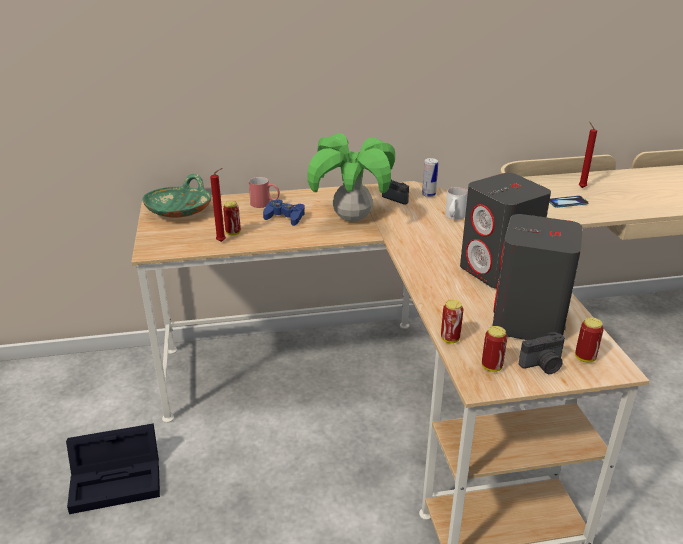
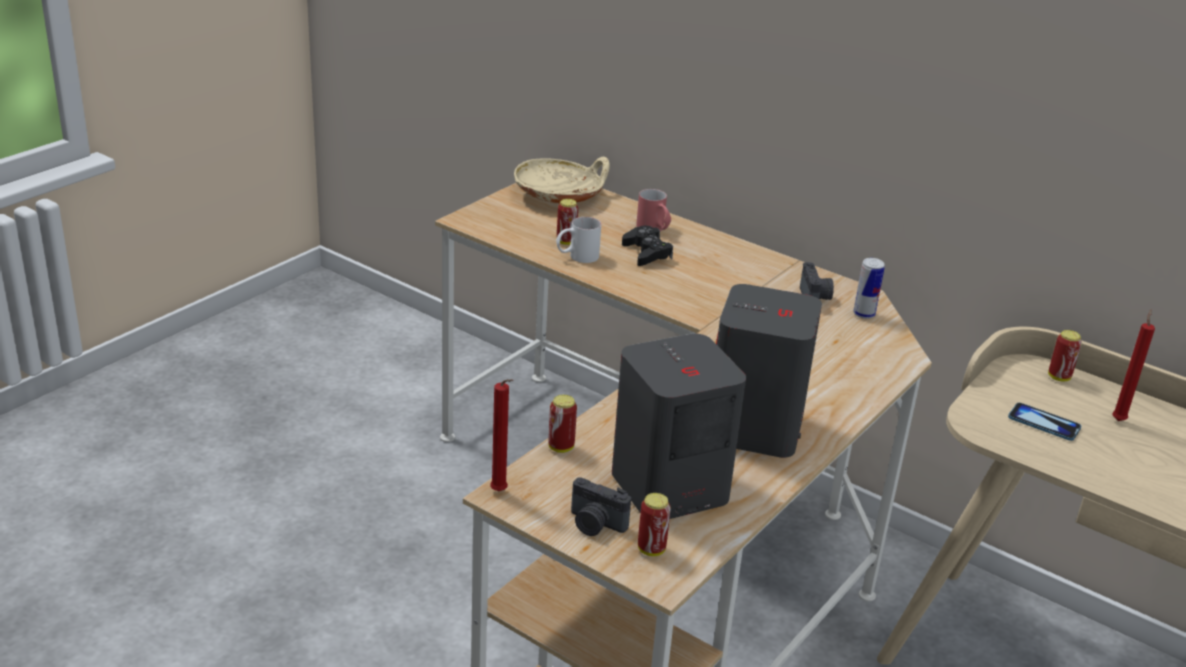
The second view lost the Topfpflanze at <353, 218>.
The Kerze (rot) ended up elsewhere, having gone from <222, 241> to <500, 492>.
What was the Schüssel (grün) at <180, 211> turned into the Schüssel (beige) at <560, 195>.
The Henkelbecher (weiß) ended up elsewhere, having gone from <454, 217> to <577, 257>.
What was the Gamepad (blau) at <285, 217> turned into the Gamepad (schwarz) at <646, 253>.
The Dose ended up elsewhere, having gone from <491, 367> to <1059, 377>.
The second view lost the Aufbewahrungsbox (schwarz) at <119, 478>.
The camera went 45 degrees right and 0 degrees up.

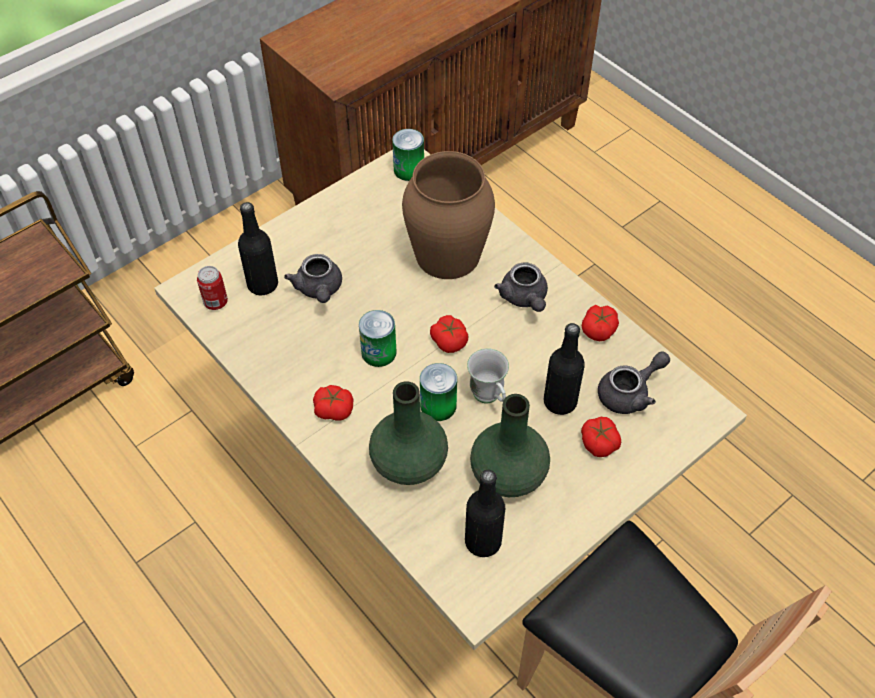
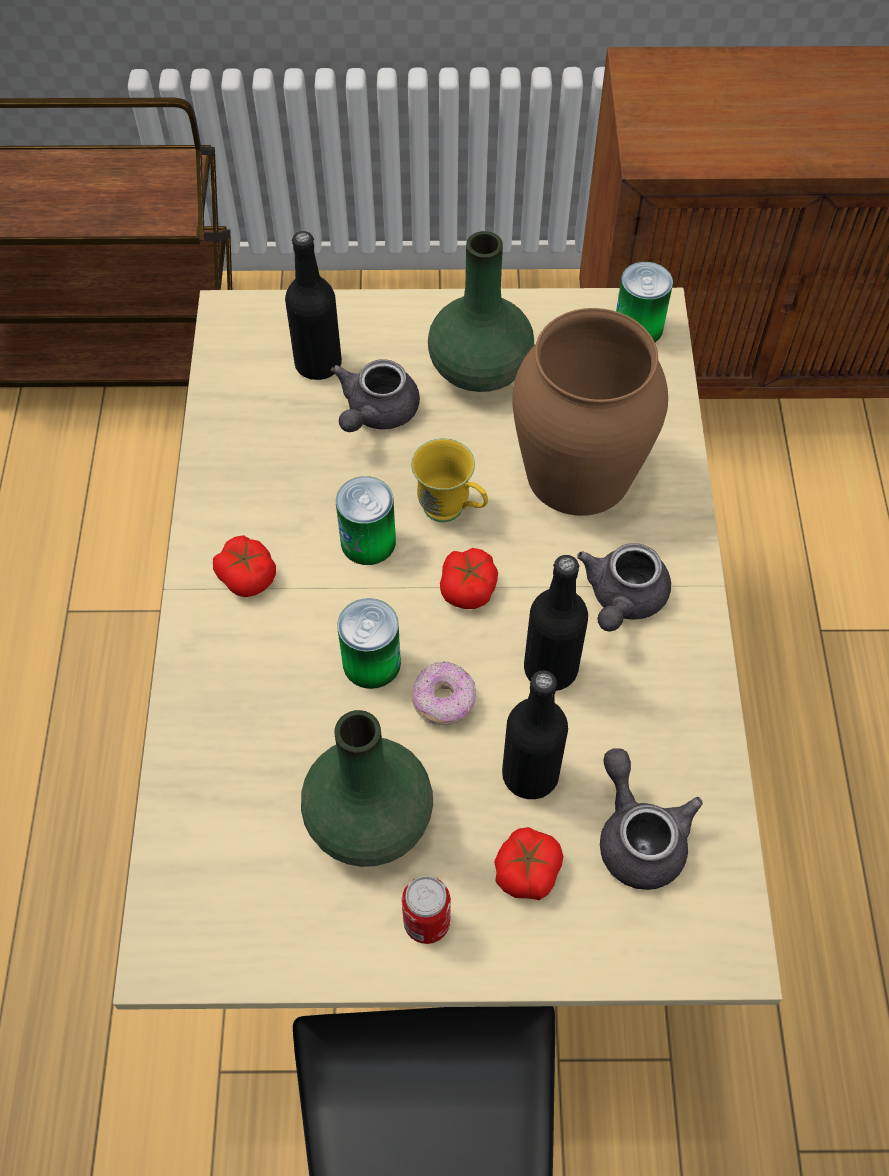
The Dose ended up elsewhere, having gone from <216, 302> to <426, 922>.
The second view lost the Tomate at <599, 329>.
Where the Henkelbecher (weiß) stood at <489, 398>, the Donut came to stand at <444, 701>.
The Teekanne (grau) at <630, 393> ended up facing another way, 120 degrees counterclockwise from before.
The Vase (grün) ended up elsewhere, having gone from <408, 462> to <478, 368>.
The Flasche (schwarz) ended up elsewhere, having gone from <483, 541> to <550, 668>.
The second view gained the Henkelbecher (gelb) at <452, 512>.
The camera went 40 degrees right and 5 degrees up.

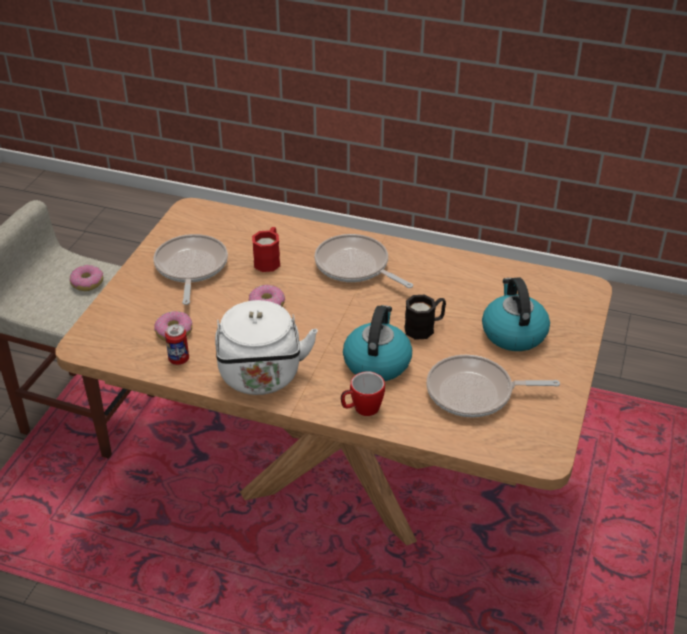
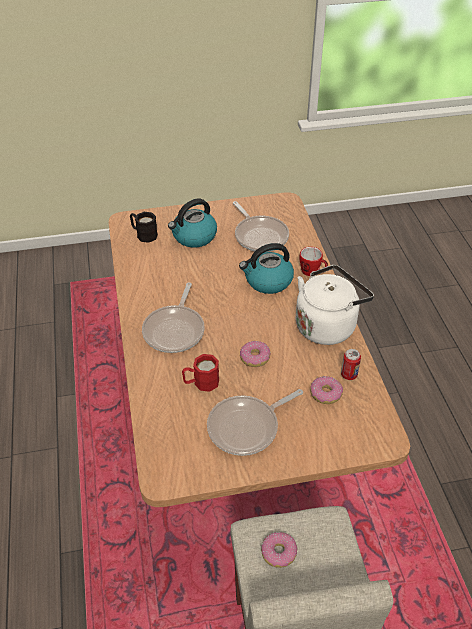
The Henkelbecher (schwarz) ended up elsewhere, having gone from <425, 327> to <143, 234>.
The camera went 120 degrees left and 5 degrees up.

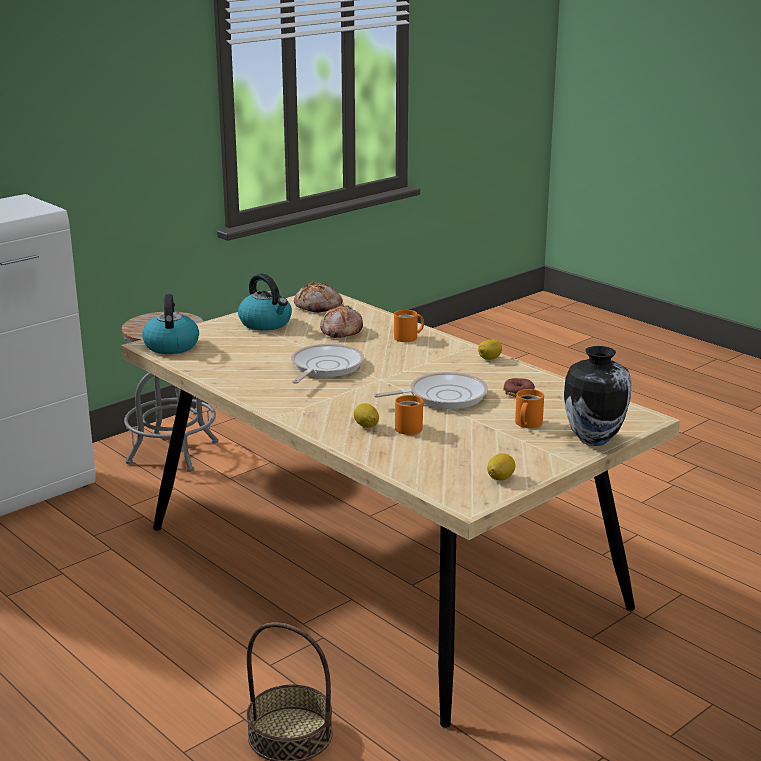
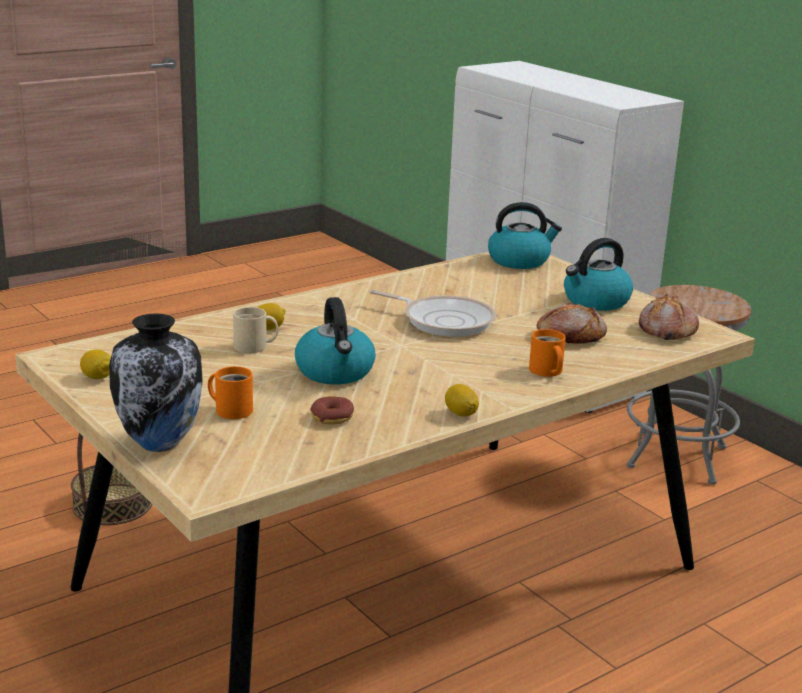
Where the Pfanne stood at <443, 396>, the Wasserkessel came to stand at <335, 372>.
What was the Henkelbecher (orange) at <408, 427> turned into the Henkelbecher (beige) at <253, 347>.
The camera went 95 degrees right and 0 degrees up.

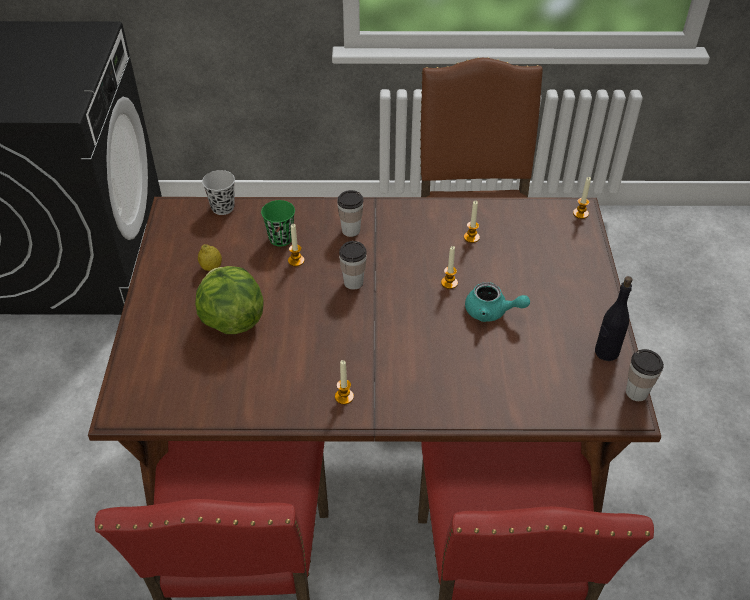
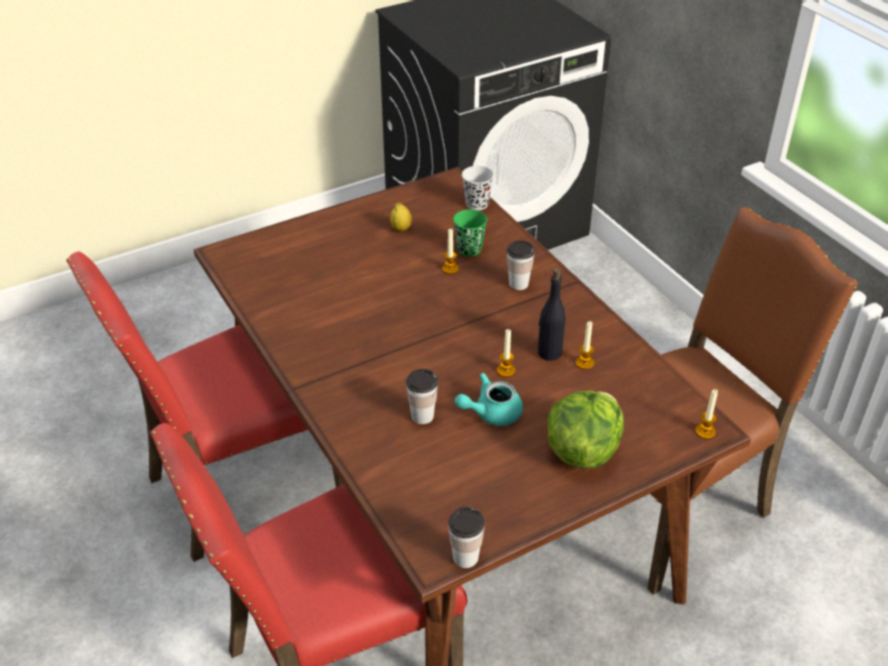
The Tasse ended up elsewhere, having gone from <353, 282> to <422, 416>.
The Salatkopf ended up elsewhere, having gone from <231, 320> to <582, 450>.
The Flasche (schwarz) ended up elsewhere, having gone from <606, 352> to <549, 352>.
The Teekanne (türkis) at <491, 312> ended up facing another way, 75 degrees clockwise from before.
The second view lost the Kerze at <344, 397>.
The camera went 60 degrees right and 5 degrees down.

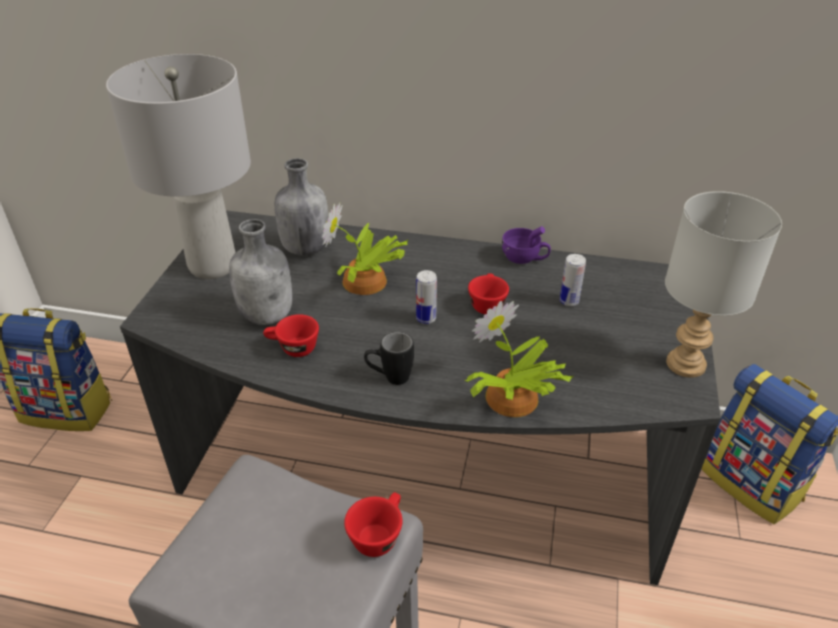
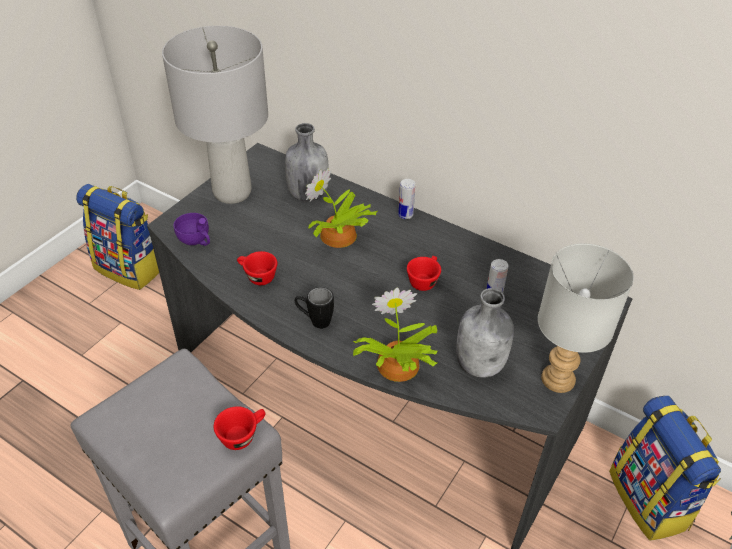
The Flasche (grau) ended up elsewhere, having gone from <268, 315> to <480, 364>.
The Tasse (lila) ended up elsewhere, having gone from <524, 258> to <196, 240>.
The Dose ended up elsewhere, having gone from <426, 318> to <405, 215>.
The camera went 20 degrees right and 5 degrees up.

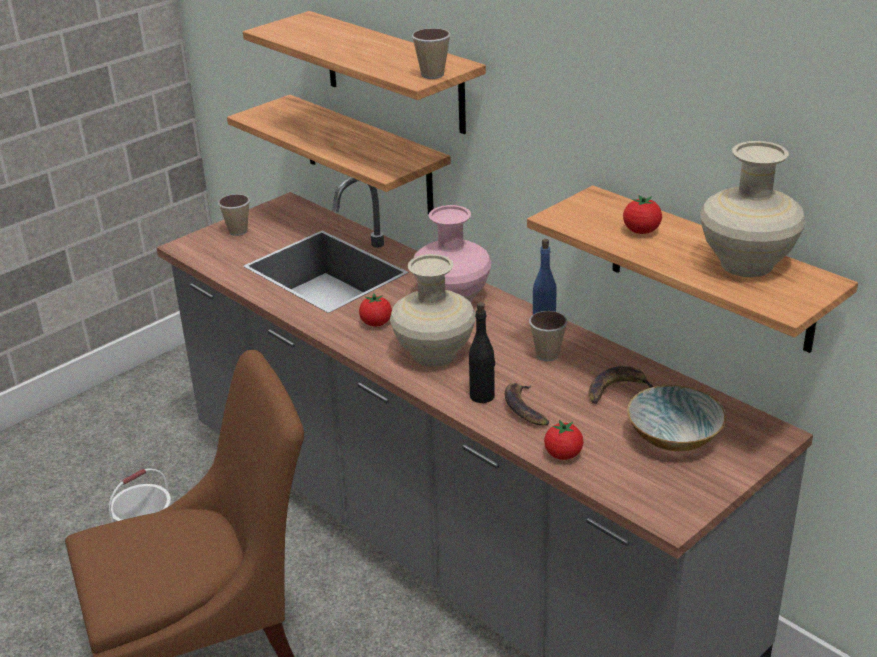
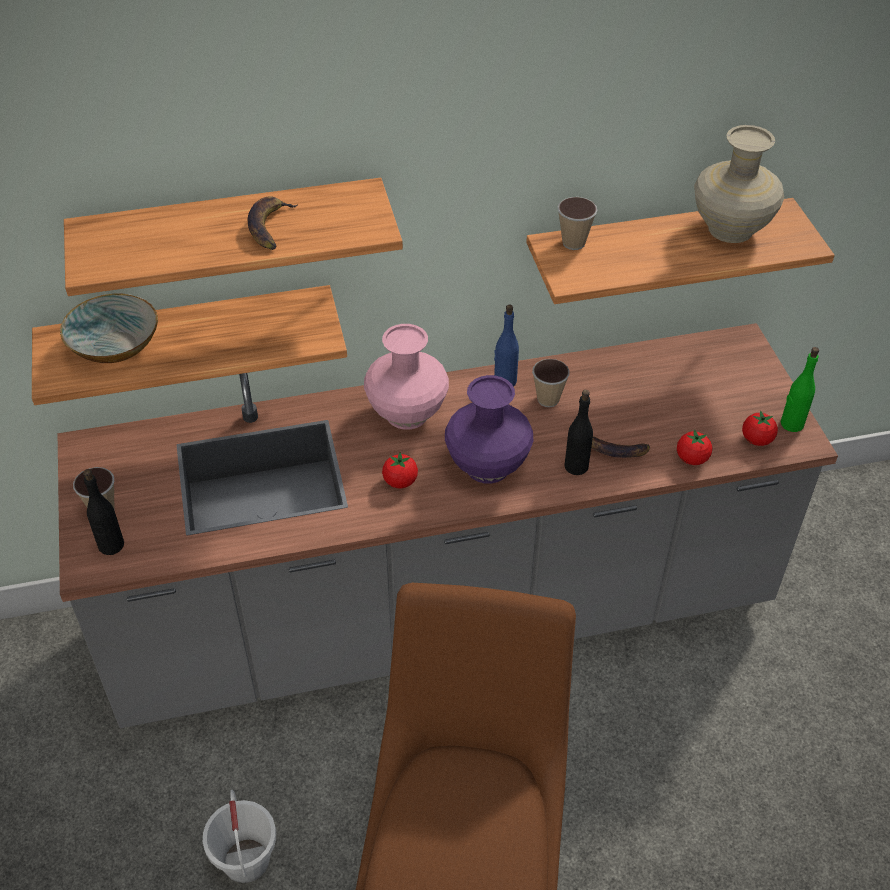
The Tasse ended up elsewhere, having gone from <432, 75> to <573, 243>.
The Tomate ended up elsewhere, having gone from <641, 231> to <756, 440>.
What was the Vase (beige) at <433, 354> turned into the Vase (lila) at <487, 467>.
The Banane ended up elsewhere, having gone from <617, 390> to <269, 227>.
The Schüssel ended up elsewhere, having gone from <675, 437> to <116, 346>.
The second view gained the Flasche (grün) at <791, 424>.
The second view gained the Flasche (schwarz) at <111, 545>.
The camera went 60 degrees left and 15 degrees up.

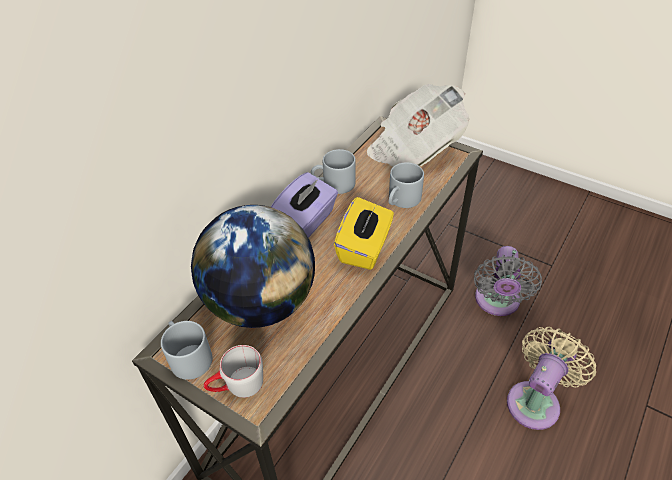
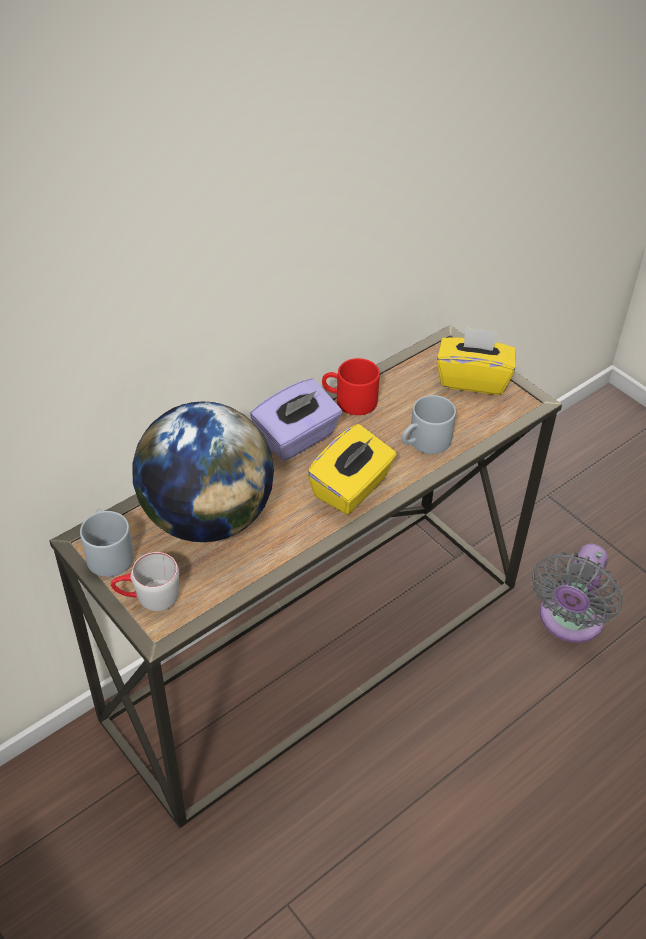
Where the Zeitung stood at <414, 148>, the Taschentuchbox (gelb) came to stand at <473, 379>.
What was the Henkelbecher (grau) at <333, 184> turned into the Henkelbecher (rot) at <349, 401>.
The second view lost the Ventilator (beige) at <535, 400>.
The camera went 15 degrees right and 0 degrees up.

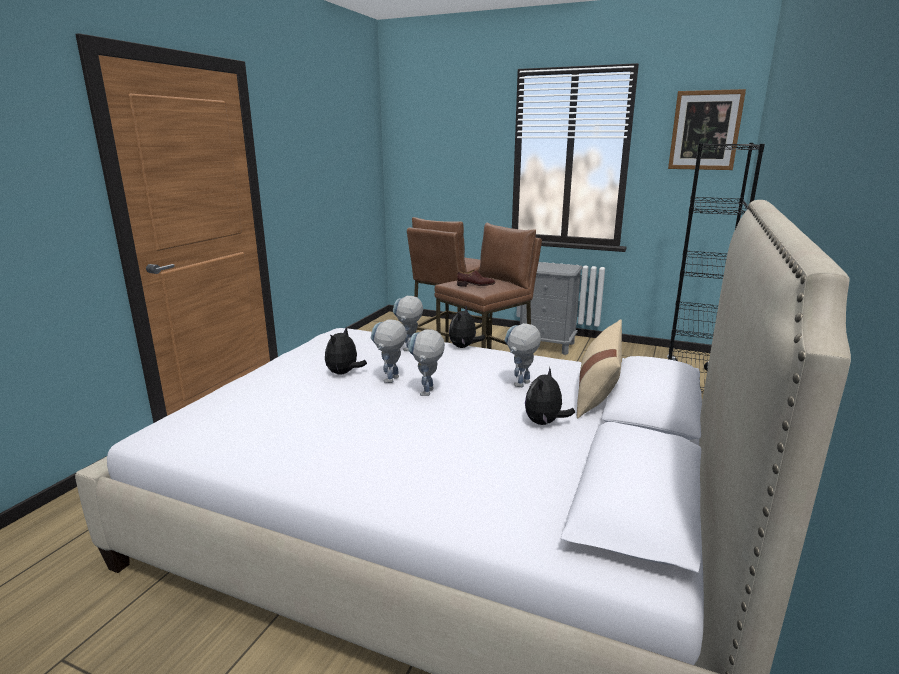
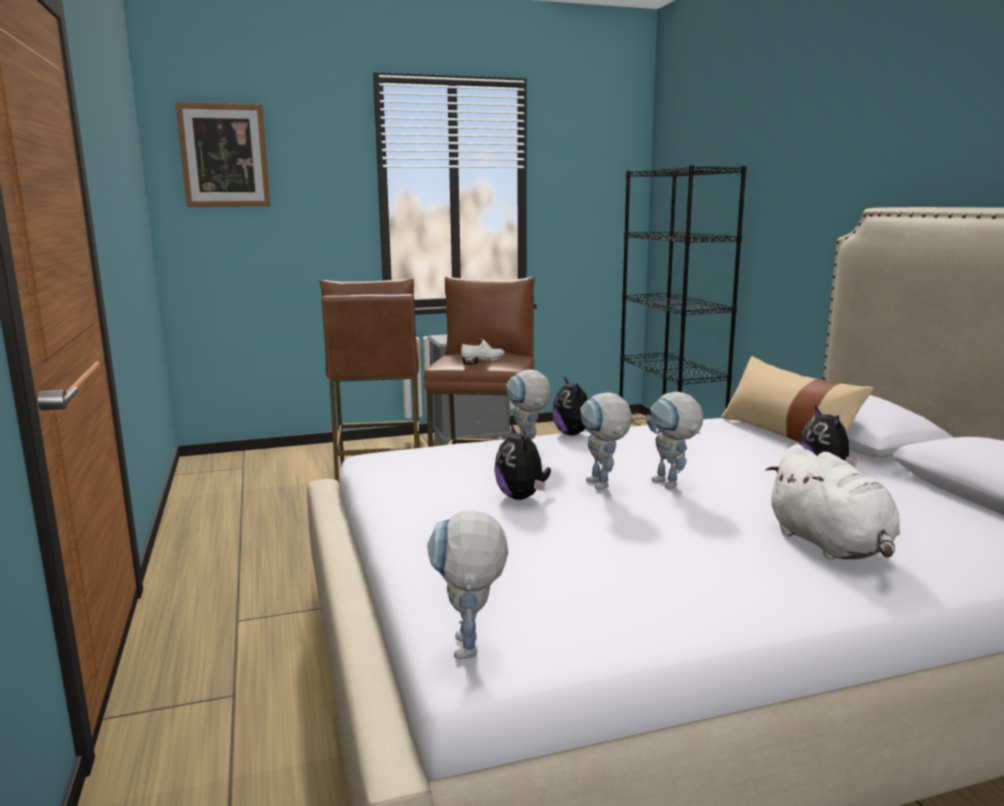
The Bild ended up elsewhere, having gone from <705, 130> to <224, 155>.
What was the Schuh (braun) at <476, 285> turned into the Schuh (weiß) at <484, 360>.
The Spielzeugroboter ended up elsewhere, having gone from <520, 386> to <470, 654>.
The second view gained the Plüschtier (weiß) at <831, 546>.
The camera went 40 degrees left and 5 degrees down.

